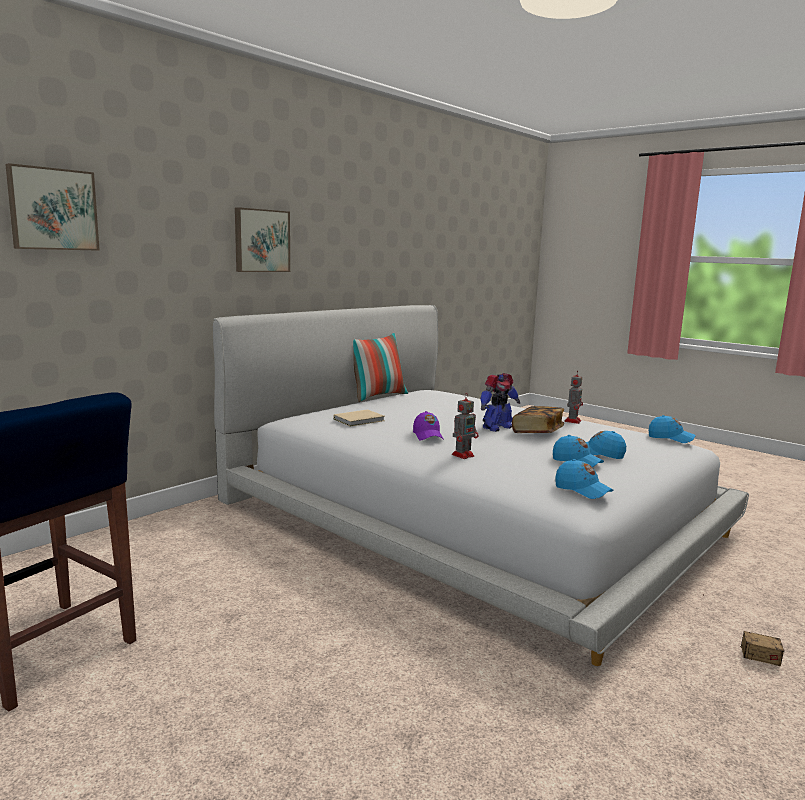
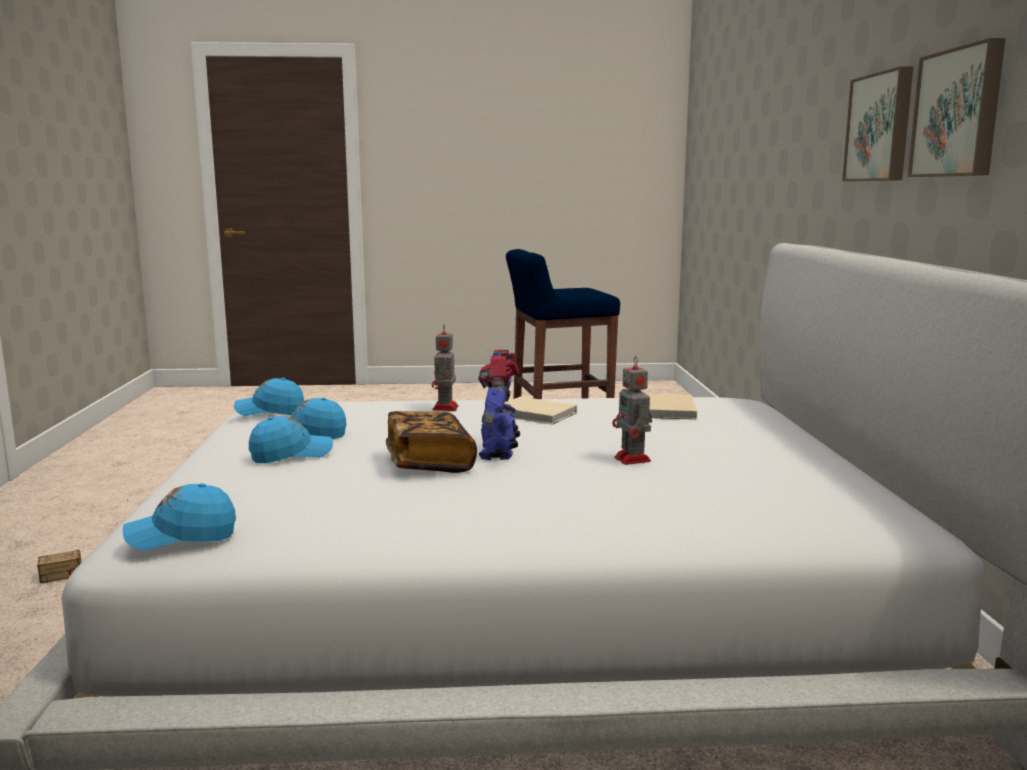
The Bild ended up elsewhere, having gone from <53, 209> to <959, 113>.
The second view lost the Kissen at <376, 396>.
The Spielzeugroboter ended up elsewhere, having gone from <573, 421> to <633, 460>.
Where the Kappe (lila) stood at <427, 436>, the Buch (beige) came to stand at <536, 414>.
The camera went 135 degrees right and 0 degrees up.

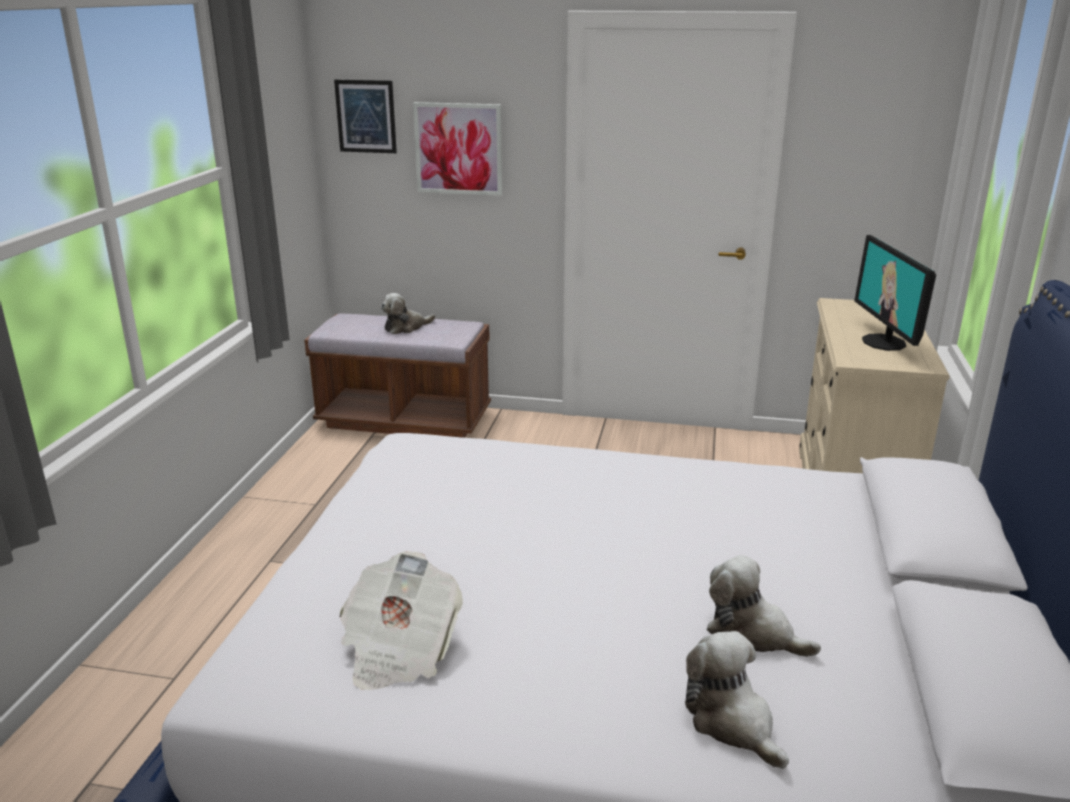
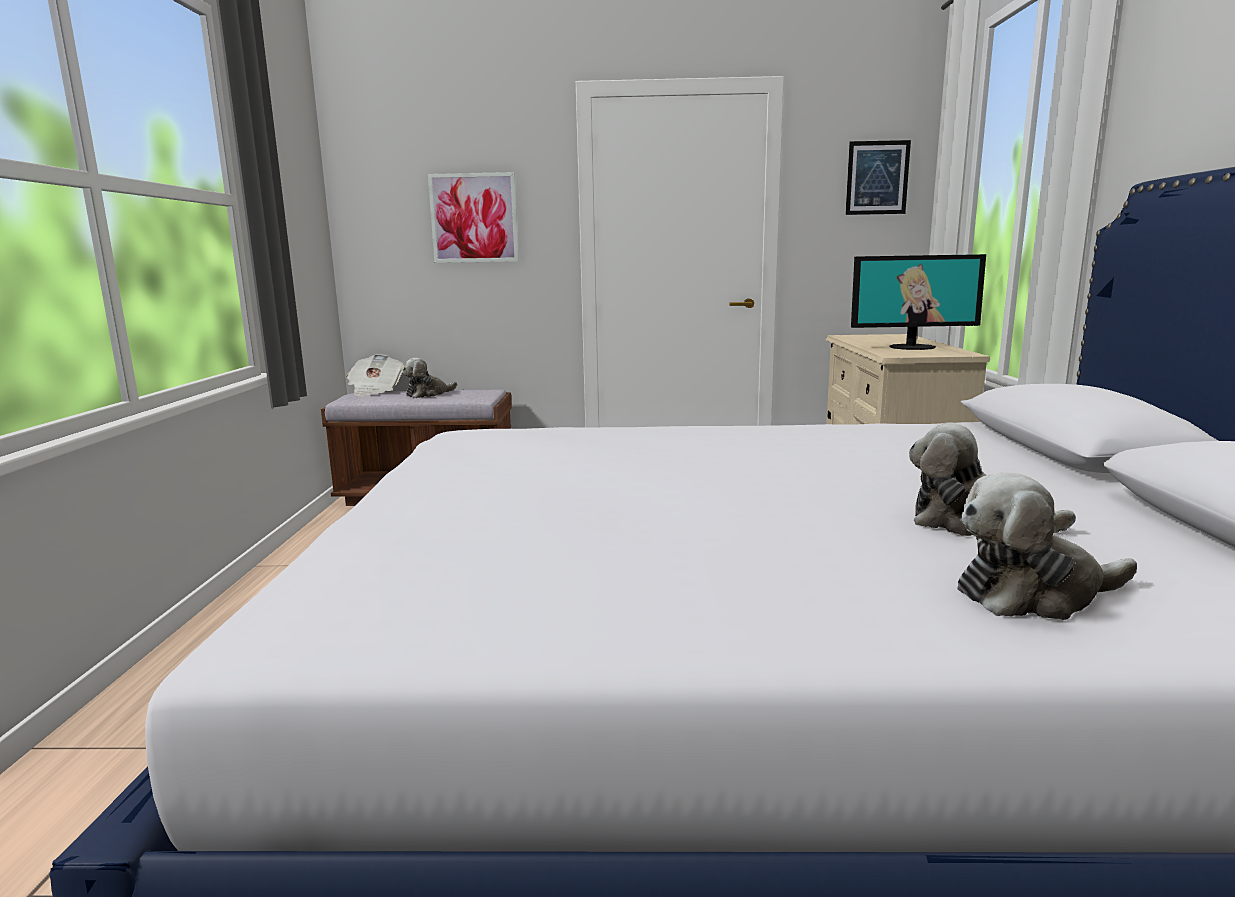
The Bild ended up elsewhere, having gone from <366, 116> to <877, 178>.
The Monitor at <885, 342> ended up facing another way, 75 degrees counterclockwise from before.
The Zeitung ended up elsewhere, having gone from <399, 649> to <375, 391>.
The Plüschtier at <732, 722> ended up facing another way, 60 degrees counterclockwise from before.
The camera went 10 degrees left and 10 degrees down.

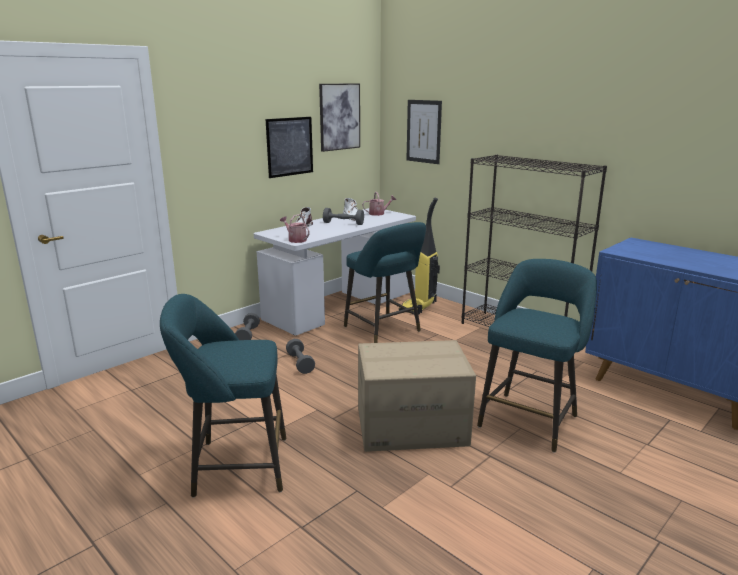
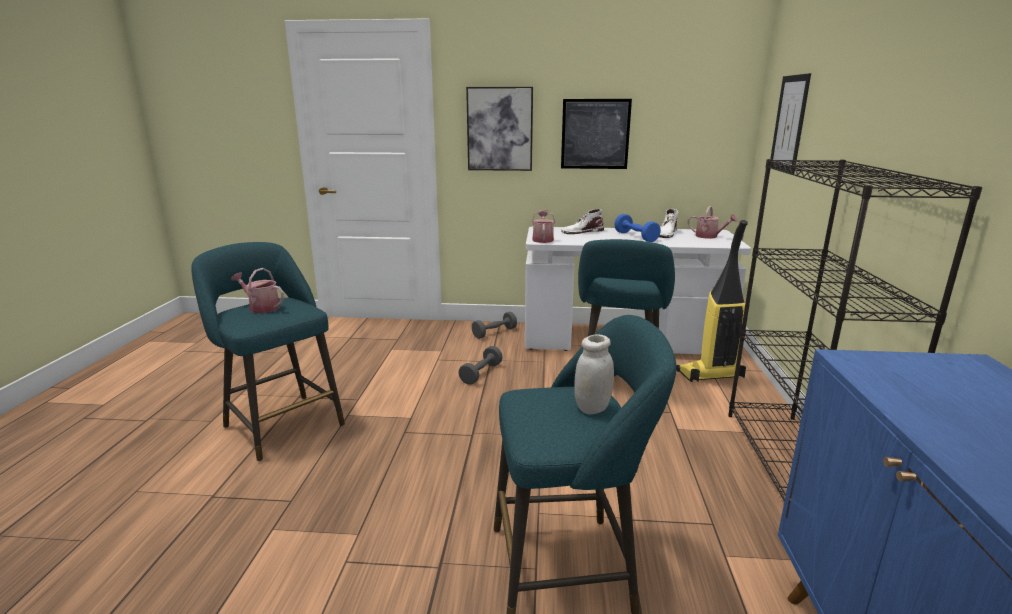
The Bild ended up elsewhere, having gone from <339, 117> to <500, 129>.
What was the Hantel (grau) at <343, 223> turned into the Hantel (blau) at <636, 237>.
The second view lost the Karton at <411, 426>.
The second view gained the Gießkanne at <261, 307>.
The second view gained the Vorratsglas (weiß) at <592, 408>.
The camera went 50 degrees right and 0 degrees up.

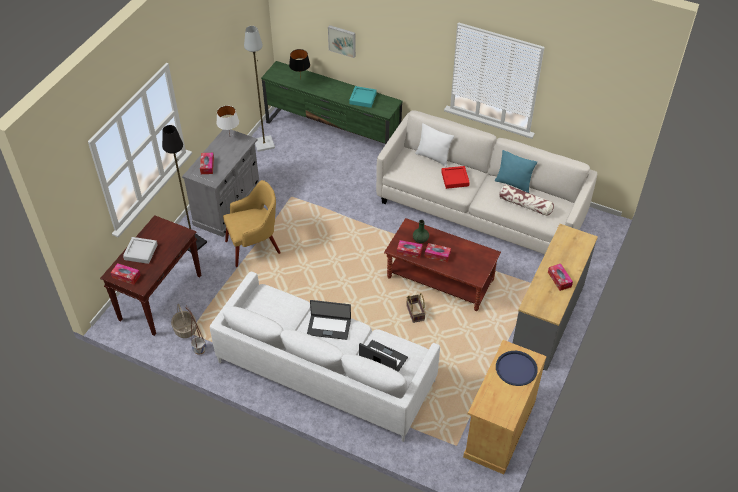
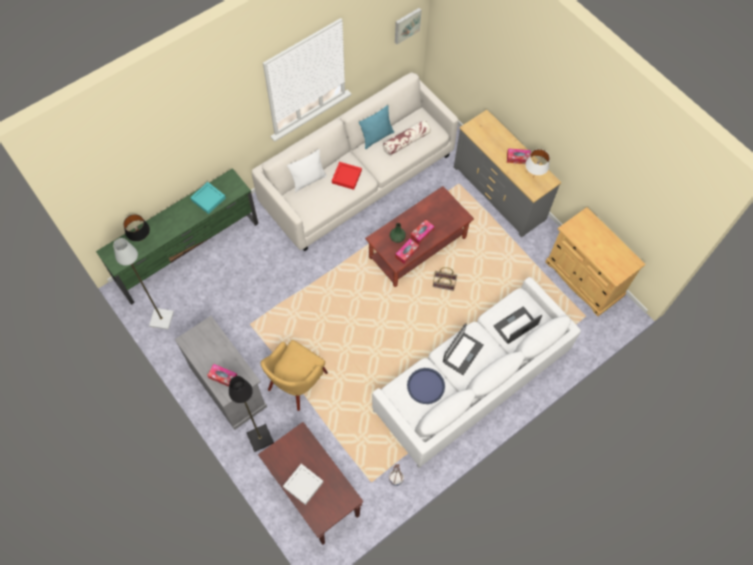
The Bild ended up elsewhere, having gone from <342, 40> to <406, 25>.
The Tischlampe (weiß) ended up elsewhere, having gone from <230, 137> to <533, 176>.
The Sessel (gelb) at <254, 246> ended up facing another way, 150 degrees counterclockwise from before.
The second view lost the Taschentuchbox at <126, 276>.
The second view lost the Korb at <185, 329>.
The Tablett (blau) ended up elsewhere, having gone from <516, 369> to <426, 386>.
The camera went 65 degrees left and 15 degrees up.

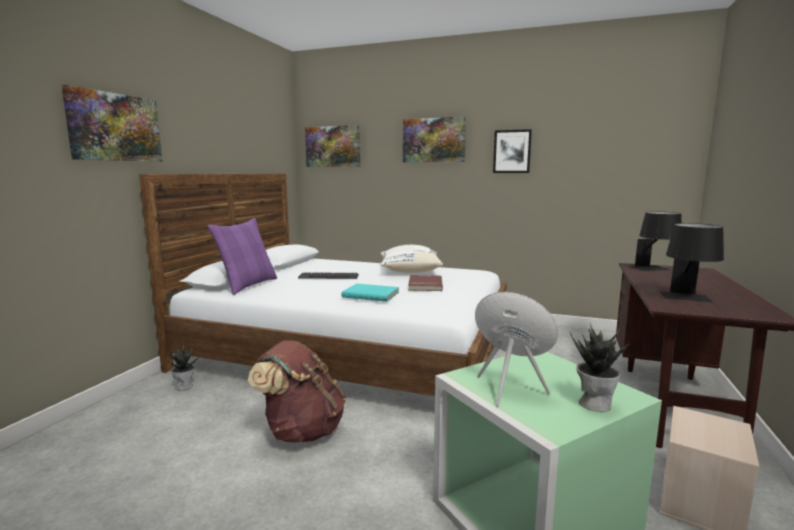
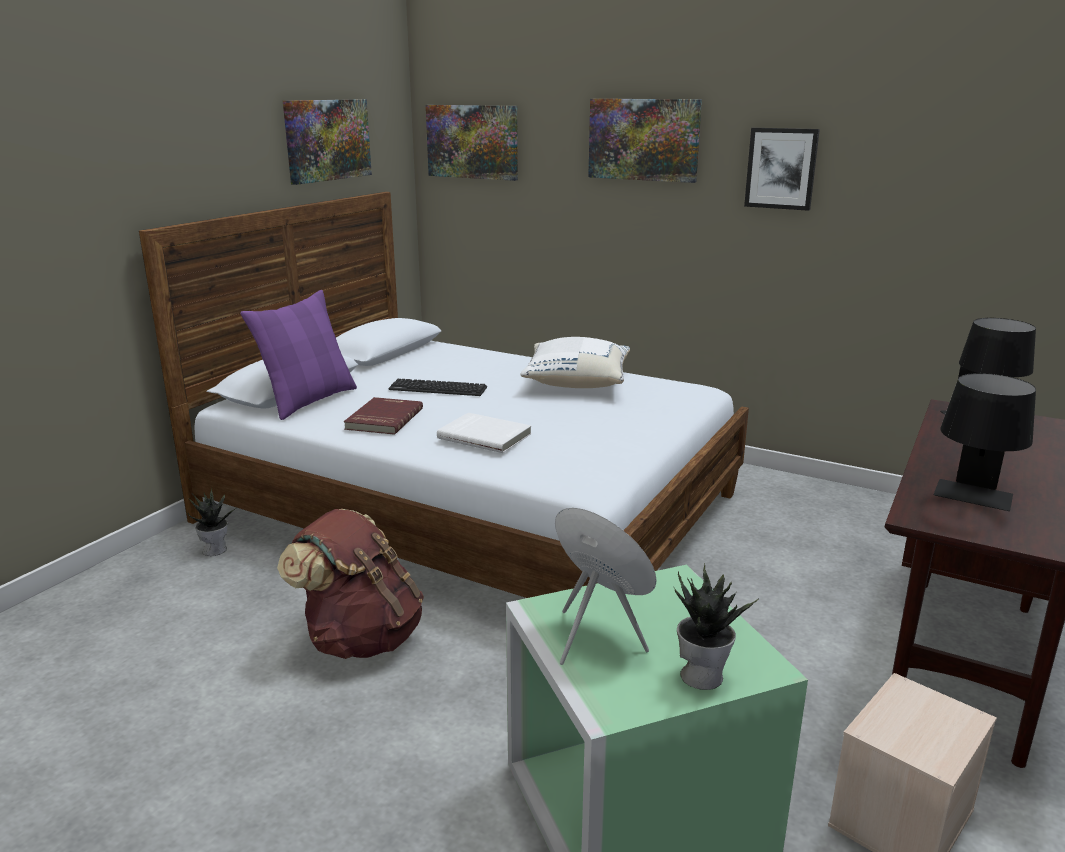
The Bild ended up elsewhere, having gone from <115, 127> to <327, 140>.
The Buch (rot) ended up elsewhere, having gone from <424, 285> to <383, 419>.
What was the Buch (türkis) at <371, 294> turned into the Buch (weiß) at <485, 435>.
The camera went 10 degrees right and 10 degrees up.

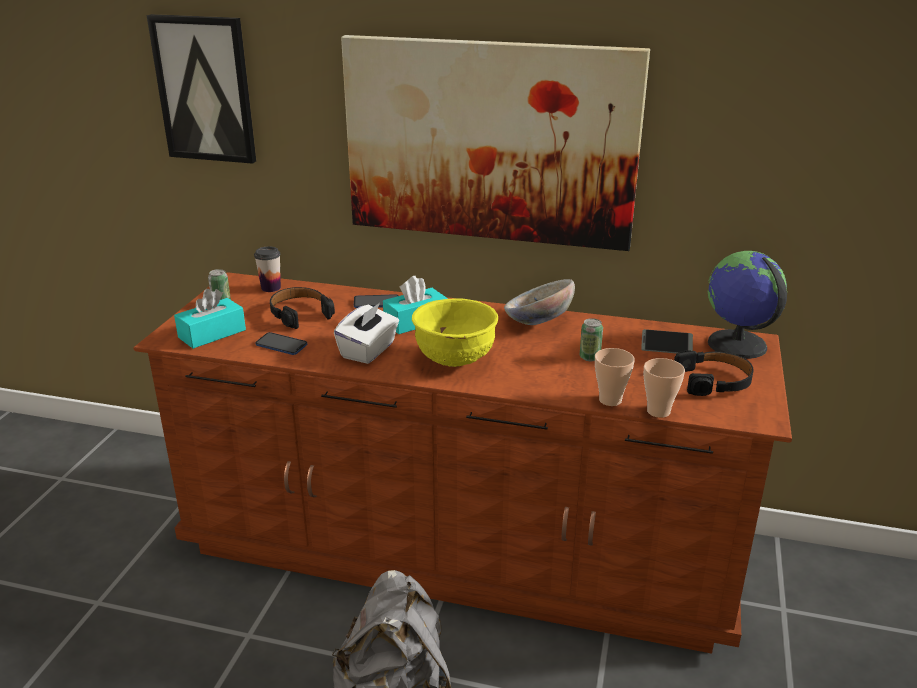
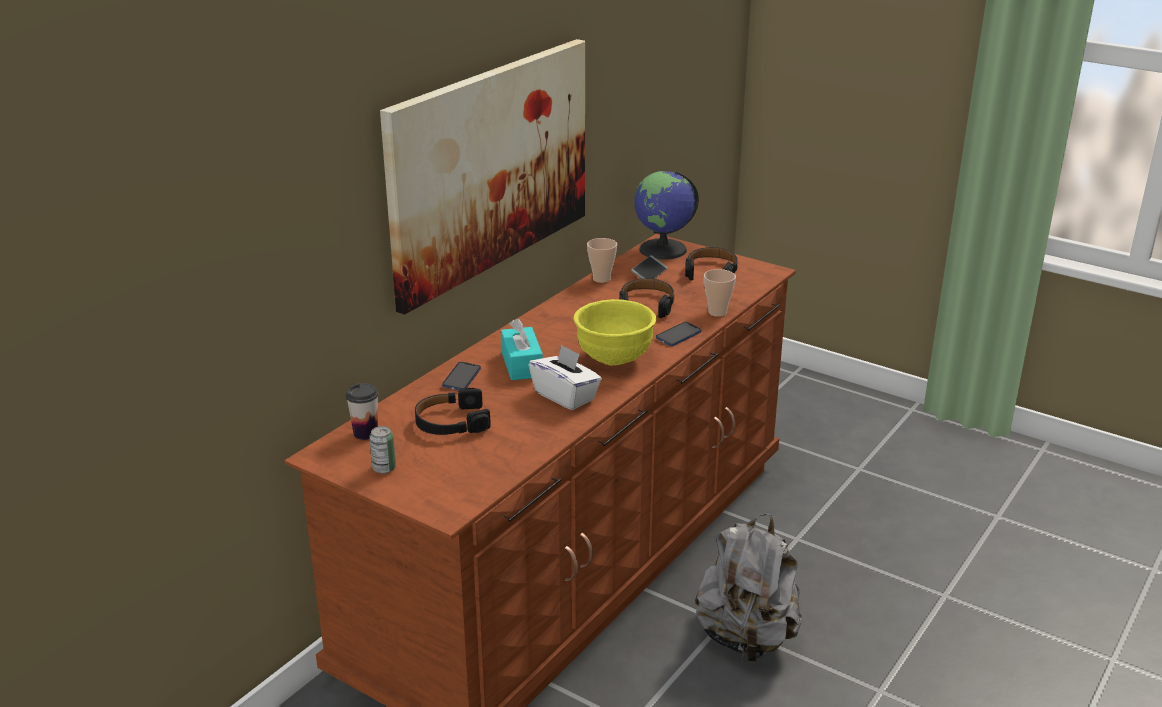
The second view lost the Bild at <205, 89>.
The second view lost the Schüssel at <537, 322>.
The second view lost the Taschentuchbox (türkis) at <212, 334>.
Where the Dose stood at <589, 357>, the Kopfhörer (schwarz) came to stand at <646, 304>.
The Handy ended up elsewhere, having gone from <281, 345> to <678, 335>.
The Tasse ended up elsewhere, having gone from <658, 411> to <601, 279>.
The camera went 70 degrees left and 0 degrees up.

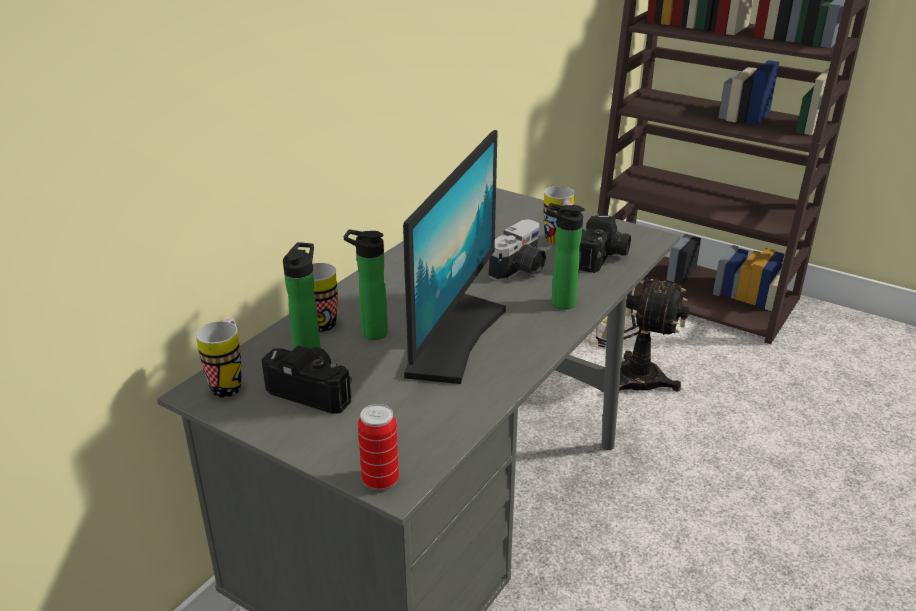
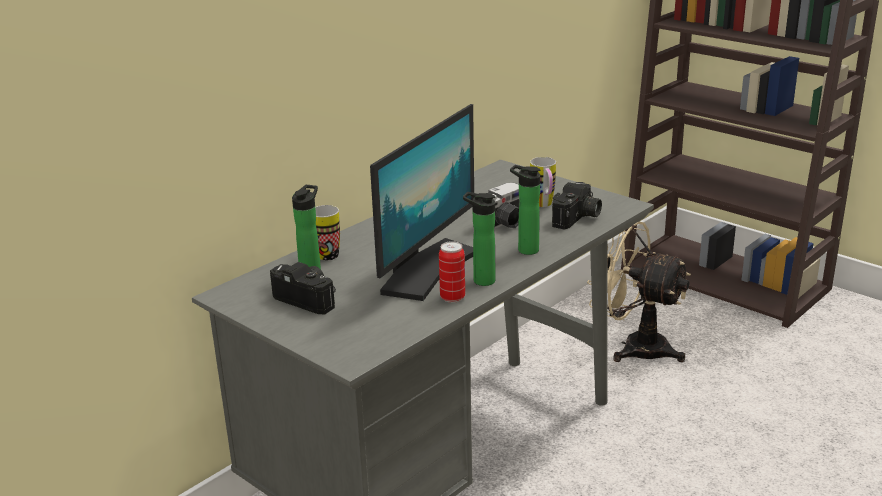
The Flasche ended up elsewhere, having gone from <370, 333> to <480, 280>.
The second view lost the Henkelbecher at <229, 383>.
The Dose ended up elsewhere, having gone from <380, 480> to <452, 298>.
The camera went 10 degrees right and 5 degrees down.

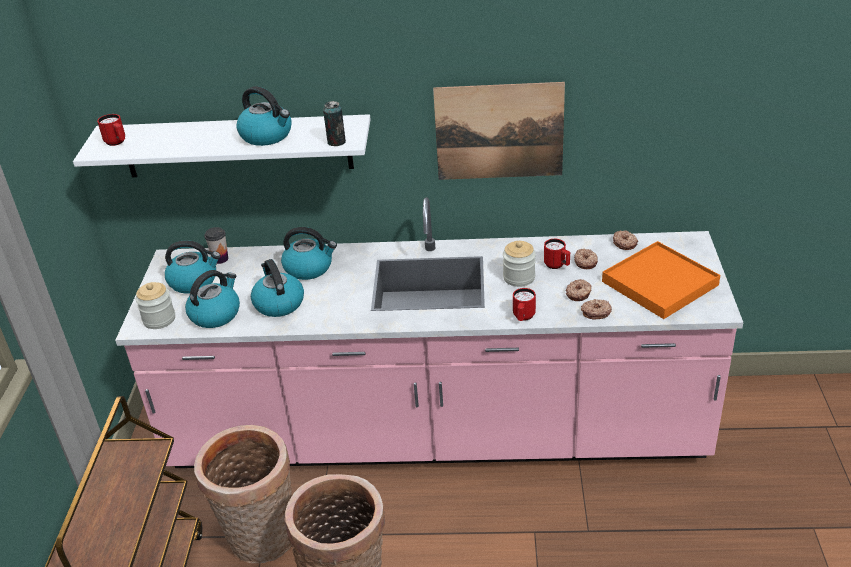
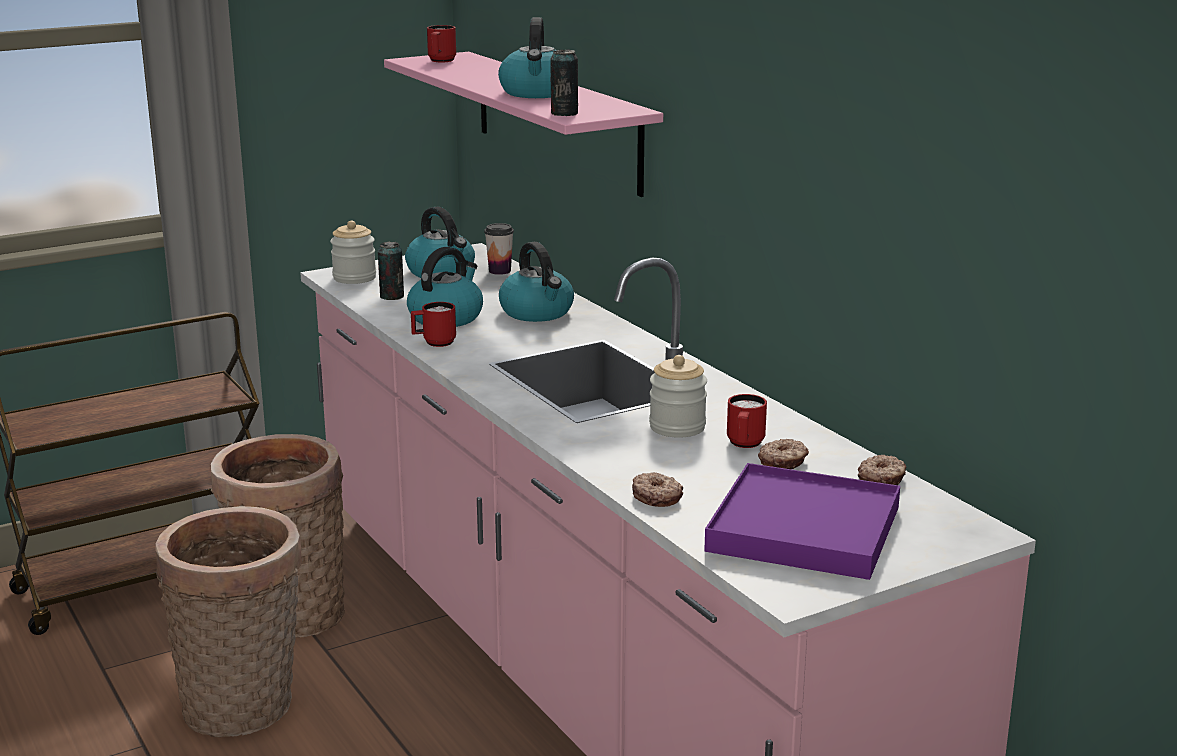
The second view lost the Bild at <499, 131>.
What was the Wandregal (weiß) at <237, 146> turned into the Wandregal (rosa) at <556, 120>.
What was the Tablett (orange) at <659, 283> turned into the Tablett (lila) at <803, 529>.
Where the Wasserkessel stood at <215, 314>, the Dose came to stand at <392, 297>.
The second view lost the Donut at <579, 294>.
The Henkelbecher (rot) ended up elsewhere, having gone from <523, 317> to <434, 343>.
The camera went 55 degrees right and 15 degrees down.

